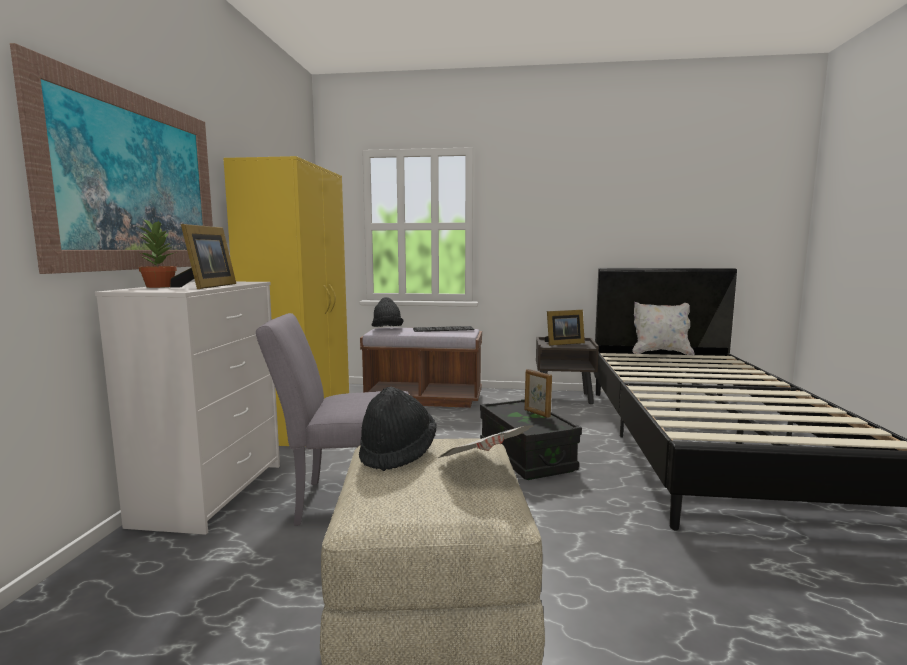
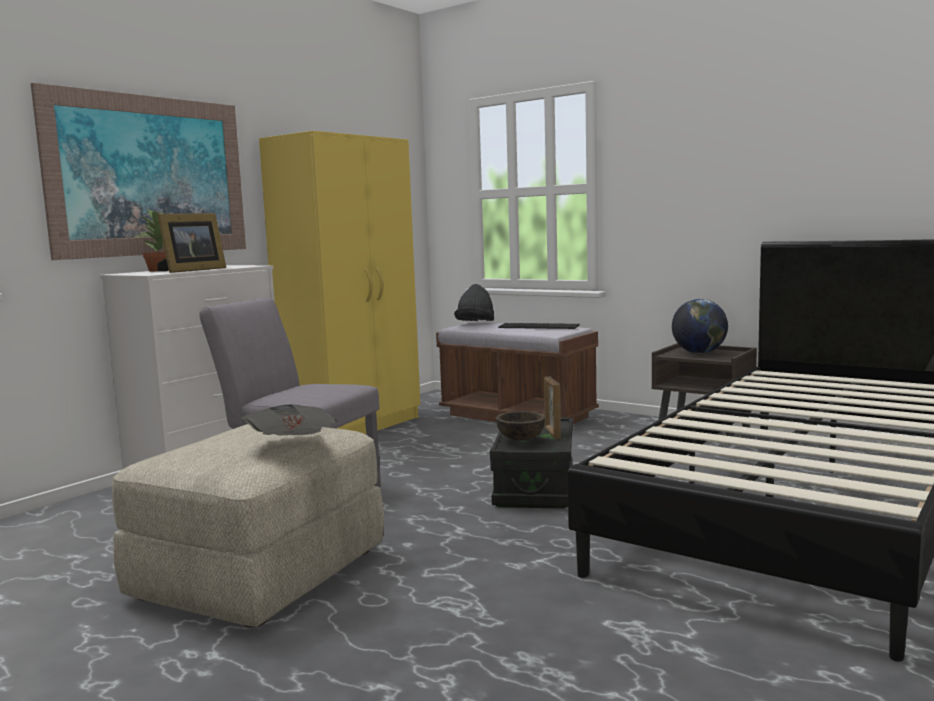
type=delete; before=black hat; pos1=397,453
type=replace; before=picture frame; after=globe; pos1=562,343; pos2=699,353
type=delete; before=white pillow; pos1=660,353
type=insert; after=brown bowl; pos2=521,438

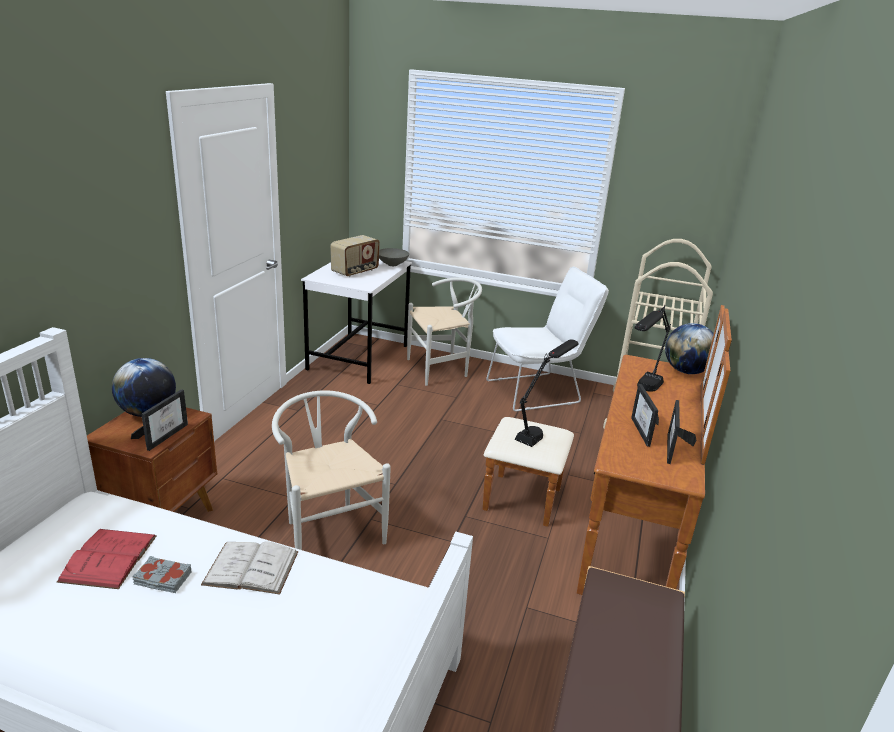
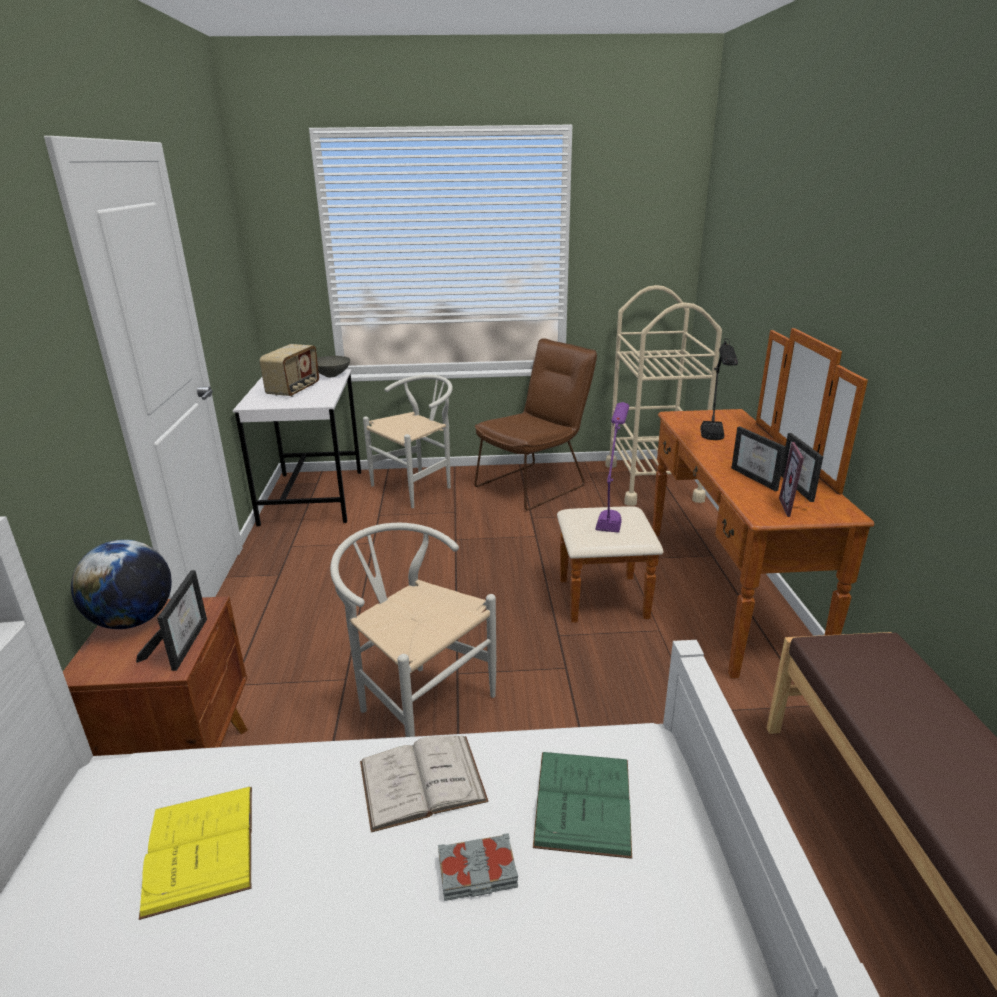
type=recolor; before=red book; after=yellow book; pos1=109,558; pos2=200,847
type=move; before=grey book; pos1=162,579; pos2=477,873
type=recolor; before=white chair; after=brown chair; pos1=538,391; pos2=535,484
type=recolor; before=black table lamp; after=purple table lamp; pos1=540,429; pos2=611,513
type=delete; before=globe; pos1=686,371
type=insert; after=green book; pos2=583,801
type=insert; after=picture frame; pos2=795,508

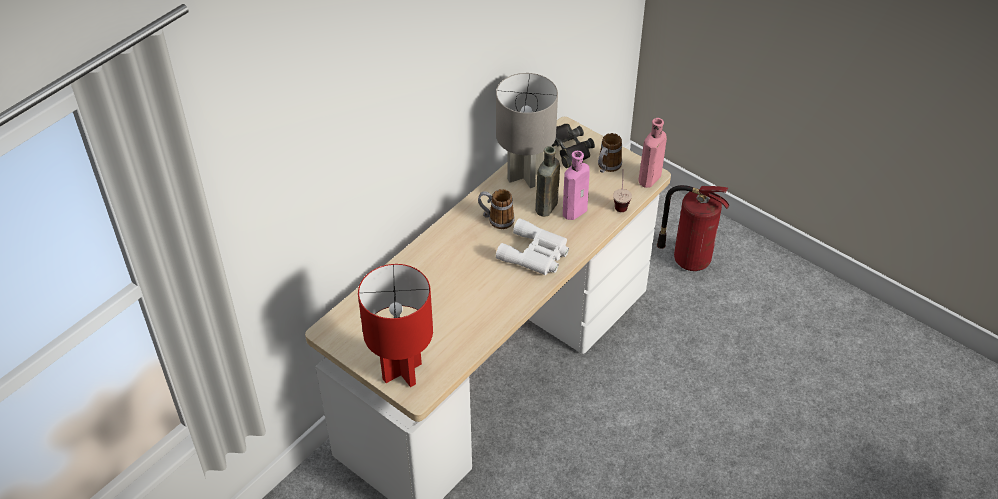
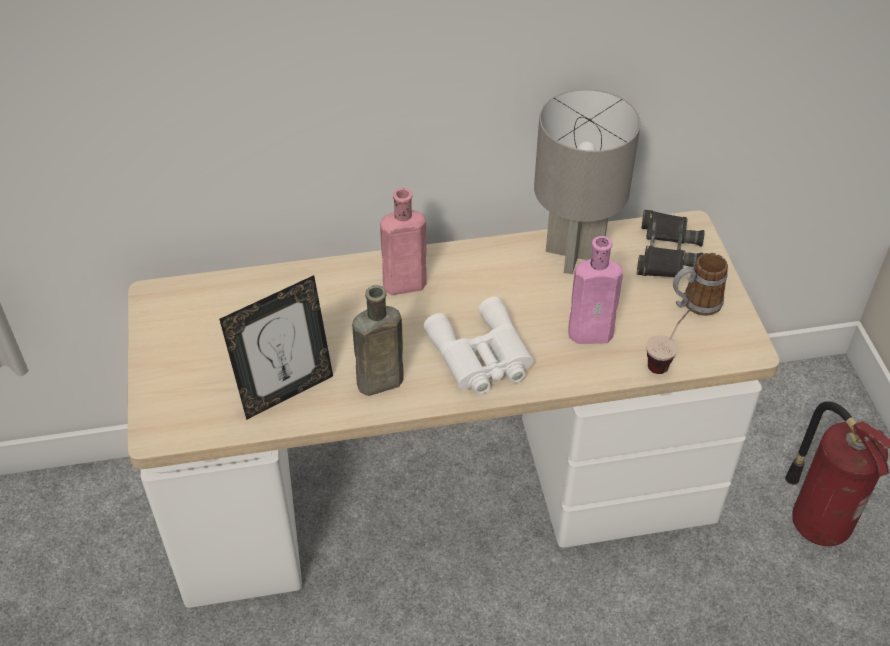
type=delete; before=red table lamp; pos1=403,371
type=delete; before=mug; pos1=496,219
type=move; before=brown bottle; pos1=545,208; pos2=377,383
type=move; before=pink bottle; pos1=648,180; pos2=401,285
type=insert; after=picture frame; pos2=286,392

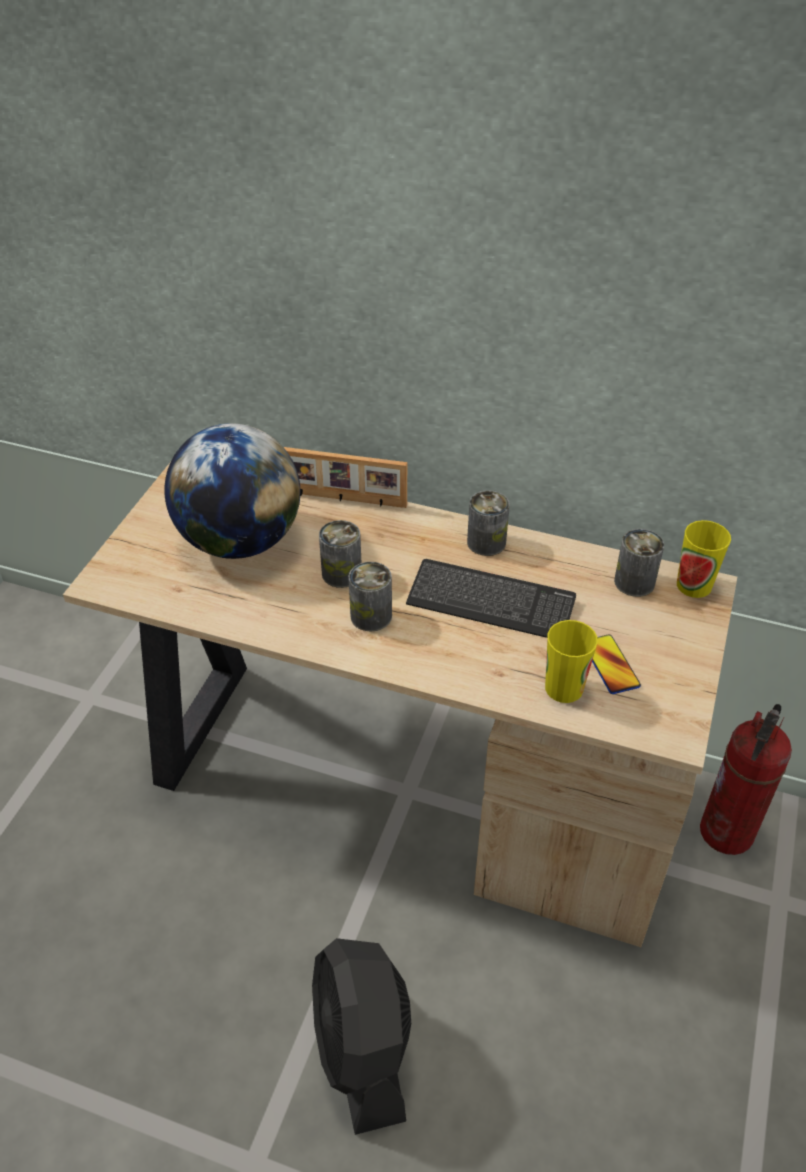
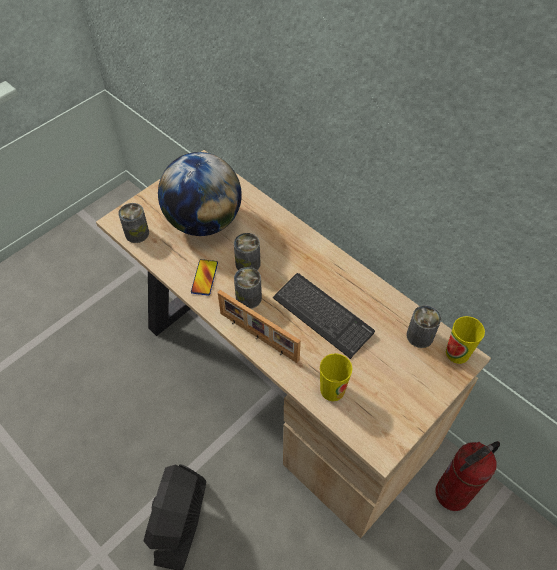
type=move; before=picture frame; pos1=341,499; pos2=258,337
type=move; before=can; pos1=486,542; pos2=137,233
type=move; before=phone; pos1=610,665; pos2=204,277

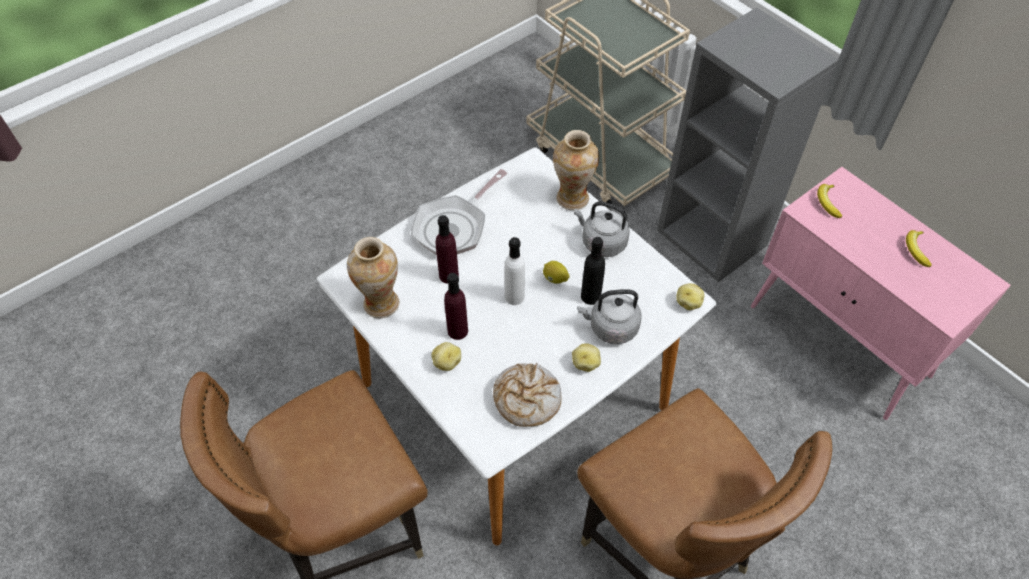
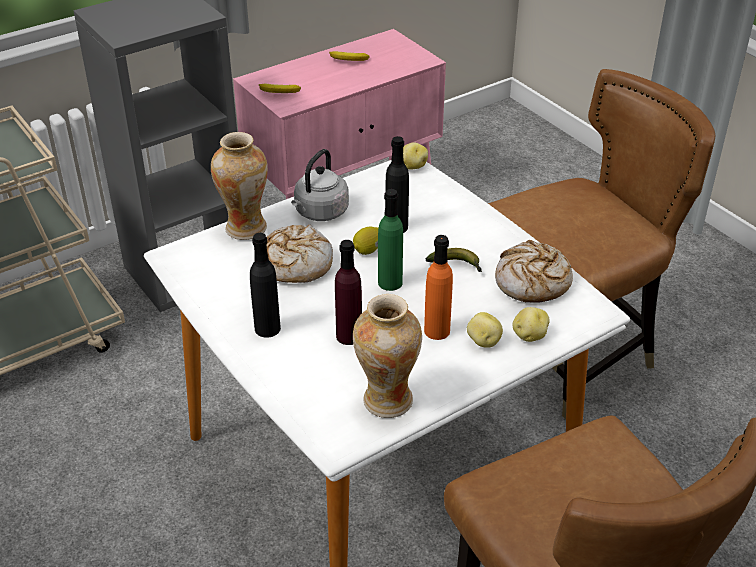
type=replace; before=frying pan; after=black bottle; pos1=454,227; pos2=267,328
type=recolor; before=purple bottle; after=orange bottle; pos1=457,331; pos2=437,331
type=recolor; before=white bottle; after=green bottle; pos1=514,296; pos2=390,282
type=move; before=potato; pos1=585,363; pos2=529,335
type=delete; before=grey kettle; pos1=610,328
type=insert; after=bread; pos2=295,263
type=insert; after=banana; pos2=457,265

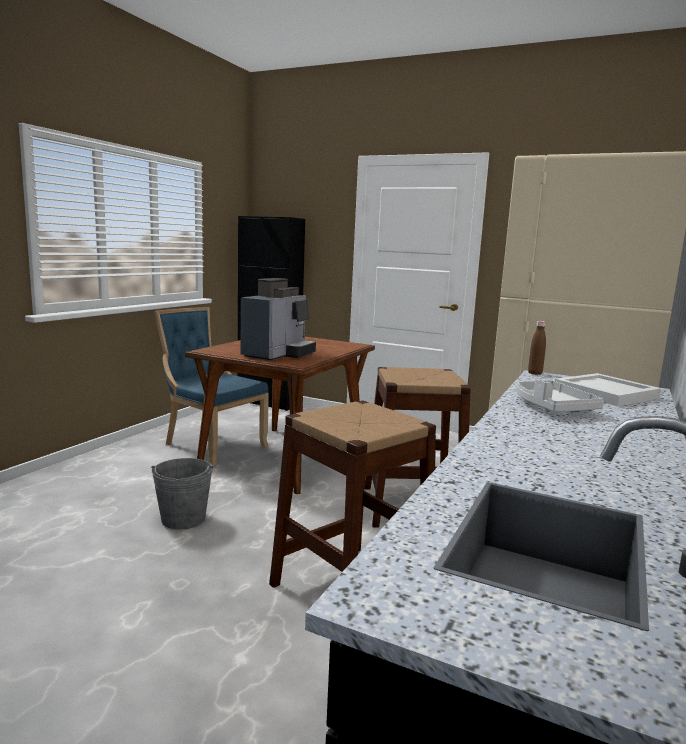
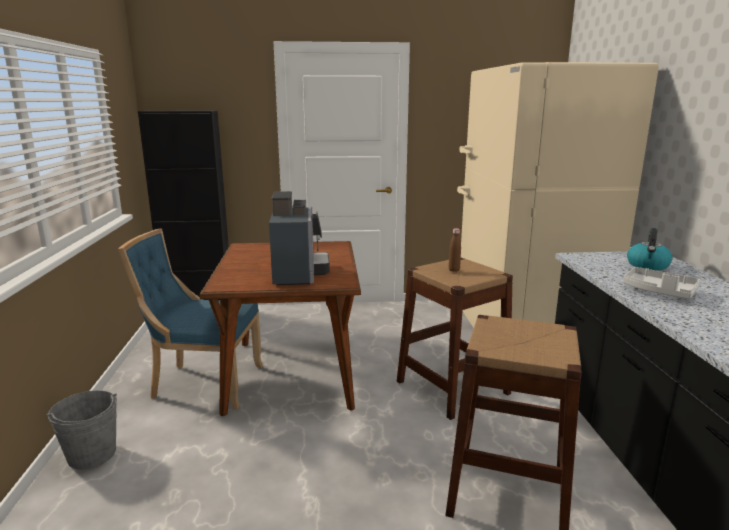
type=move; before=grey bucket; pos1=183,519; pos2=92,455
type=move; before=brown bottle; pos1=535,373; pos2=454,270
type=replace; before=white tray; after=kettle; pos1=607,393; pos2=648,266

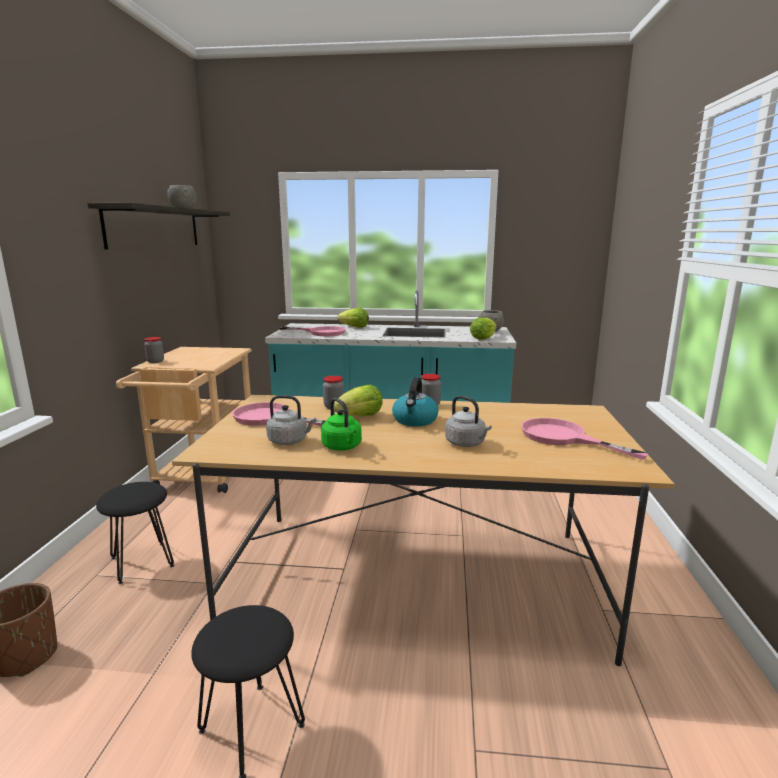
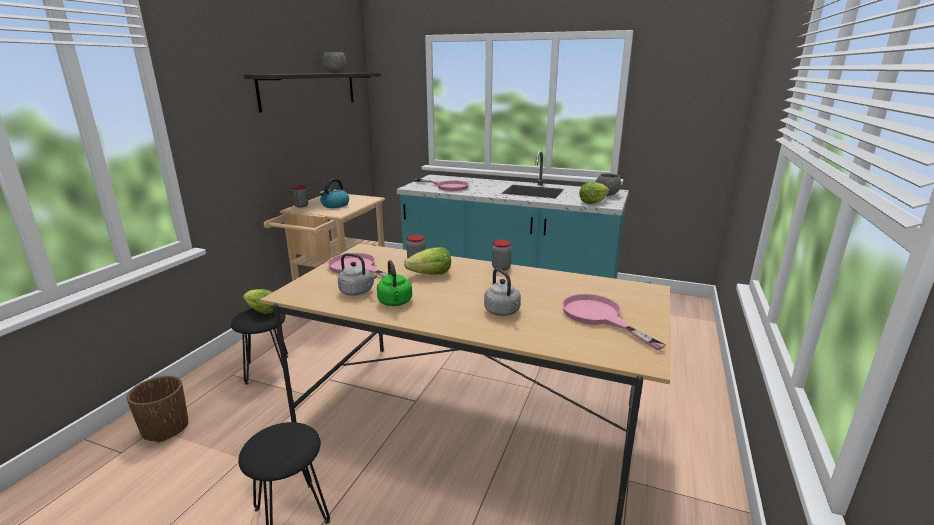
type=move; before=lettuce; pos1=354,327; pos2=262,311
type=move; before=kettle; pos1=415,420; pos2=335,205

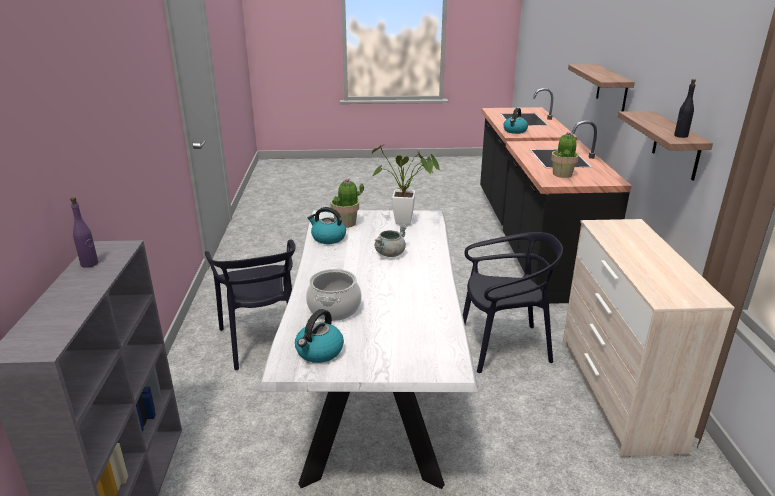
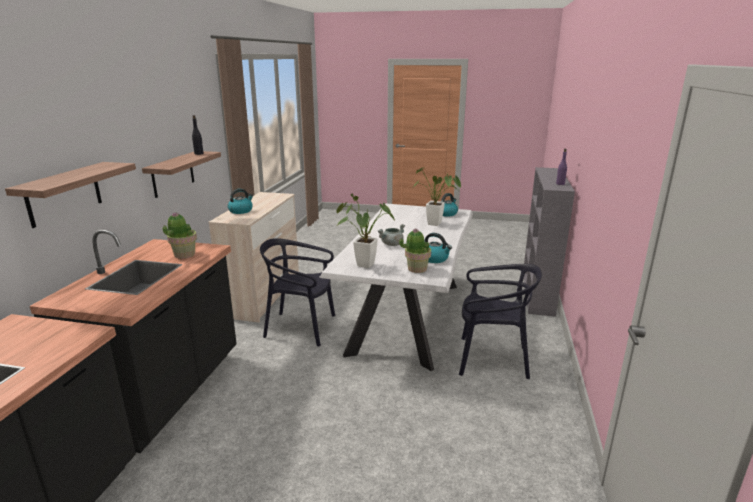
type=rotate; before=black chair; pos1=262,341; pos2=491,359; turn=105
type=replace; before=cooking pot; after=potted plant; pos1=334,309; pos2=437,224
type=move; before=kettle; pos1=515,131; pos2=241,211

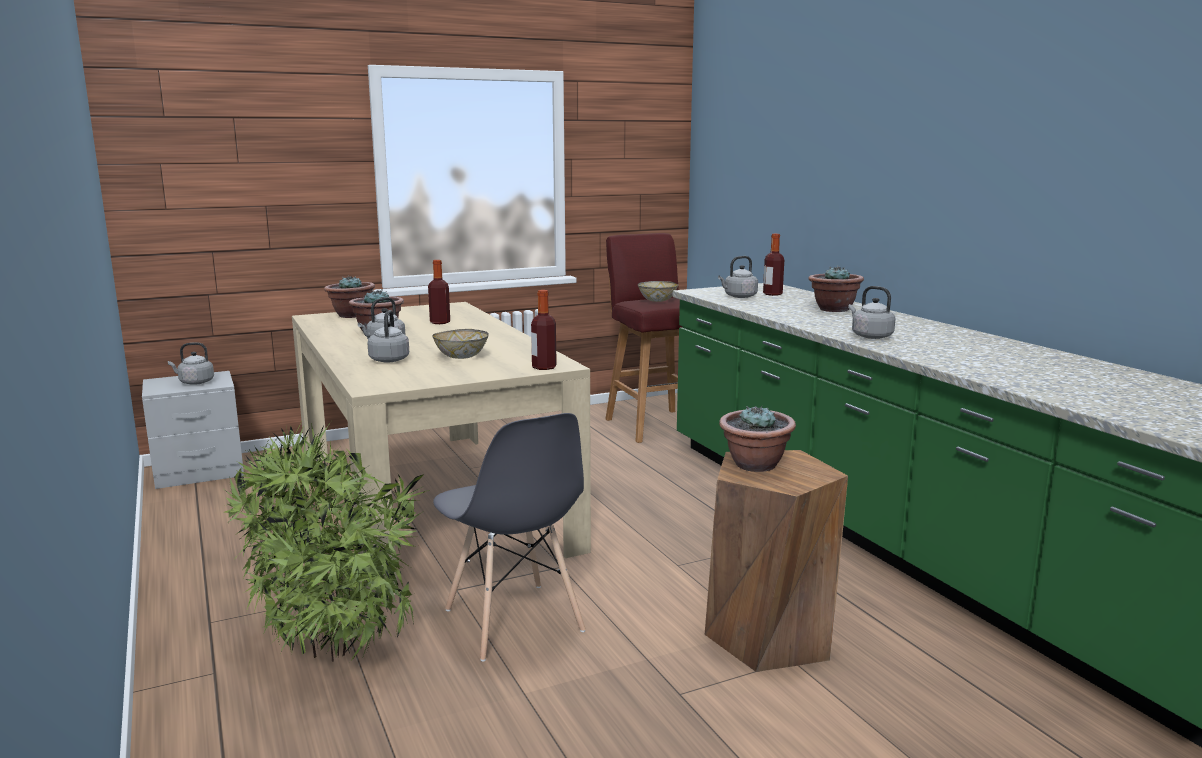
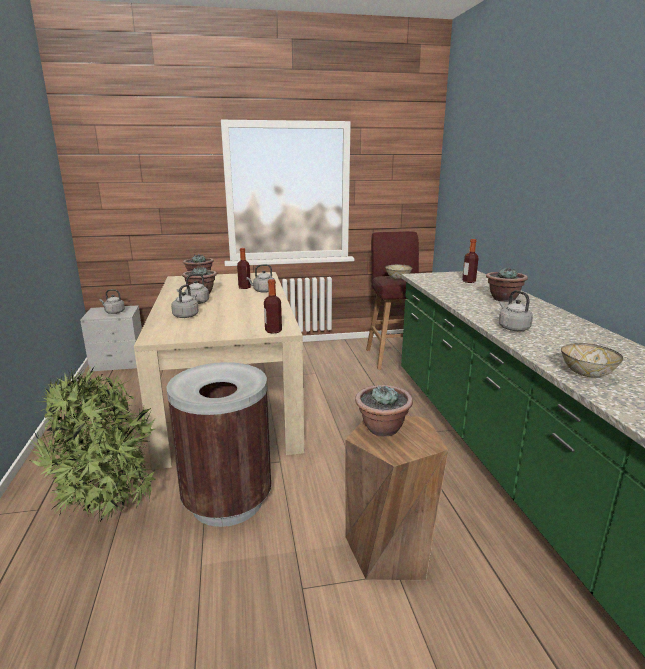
type=move; before=bowl; pos1=462,357; pos2=587,373
type=replace; before=grey chair; after=brown trash can; pos1=513,621; pos2=227,501
type=move; before=grey kettle; pos1=739,296; pos2=263,291

